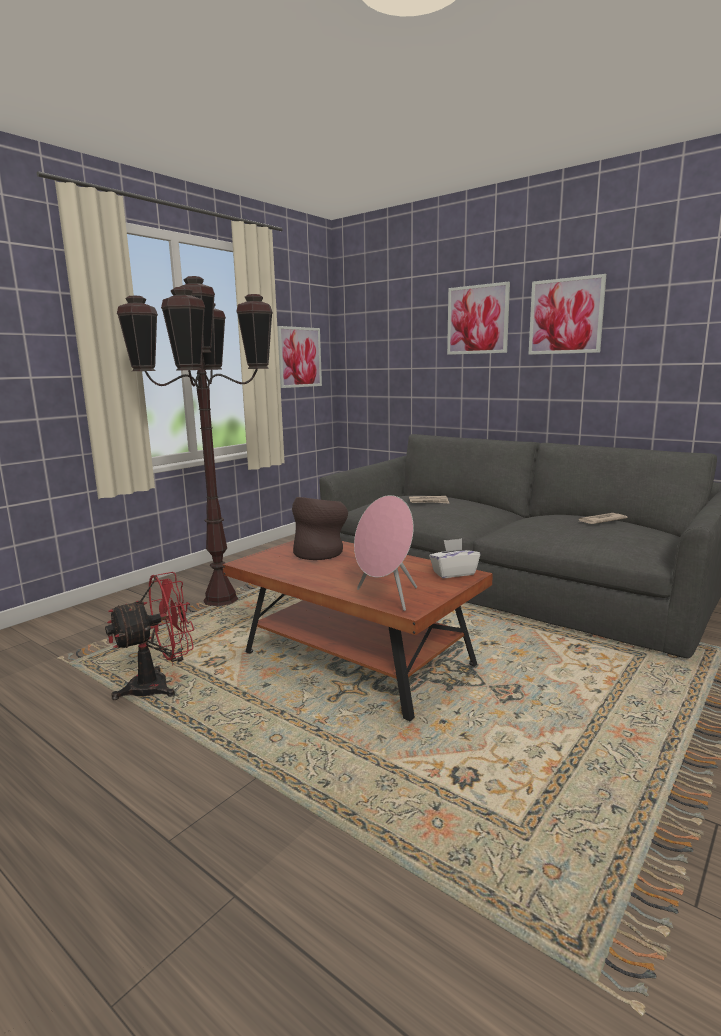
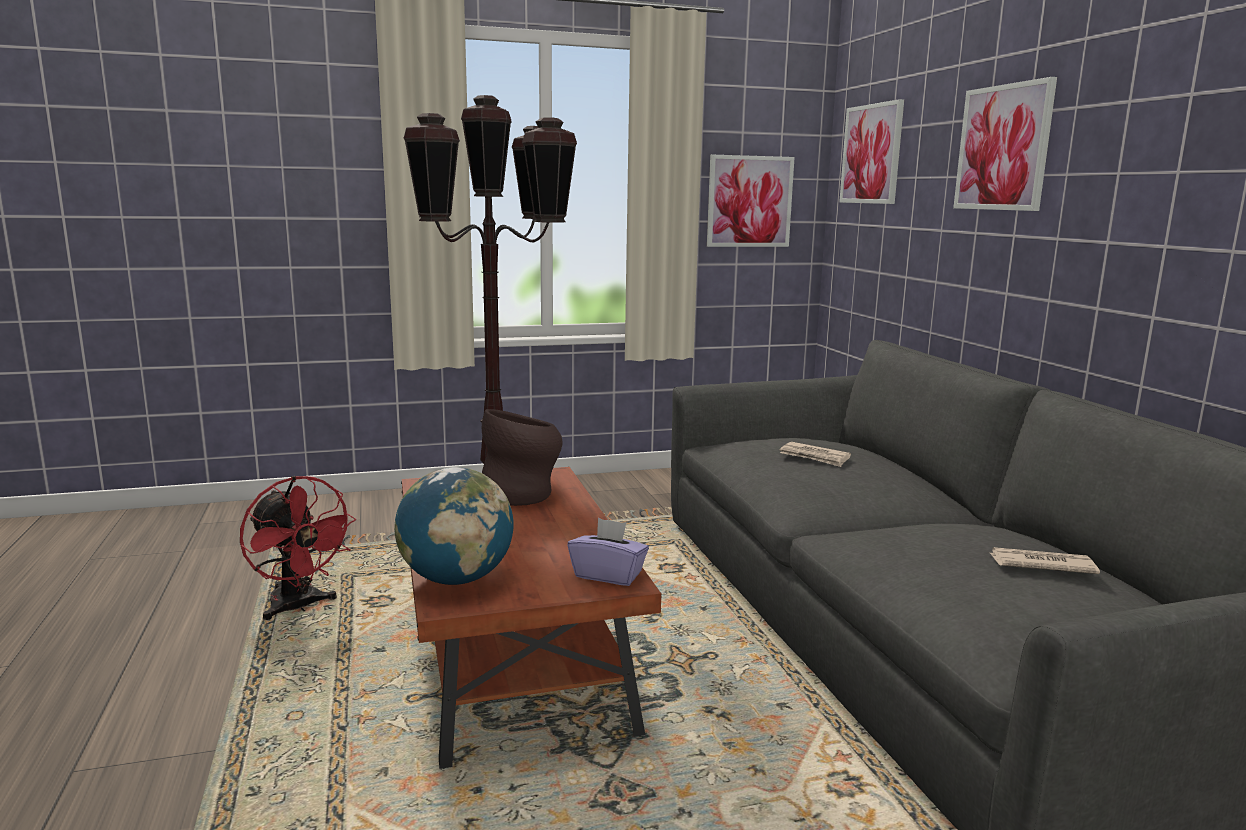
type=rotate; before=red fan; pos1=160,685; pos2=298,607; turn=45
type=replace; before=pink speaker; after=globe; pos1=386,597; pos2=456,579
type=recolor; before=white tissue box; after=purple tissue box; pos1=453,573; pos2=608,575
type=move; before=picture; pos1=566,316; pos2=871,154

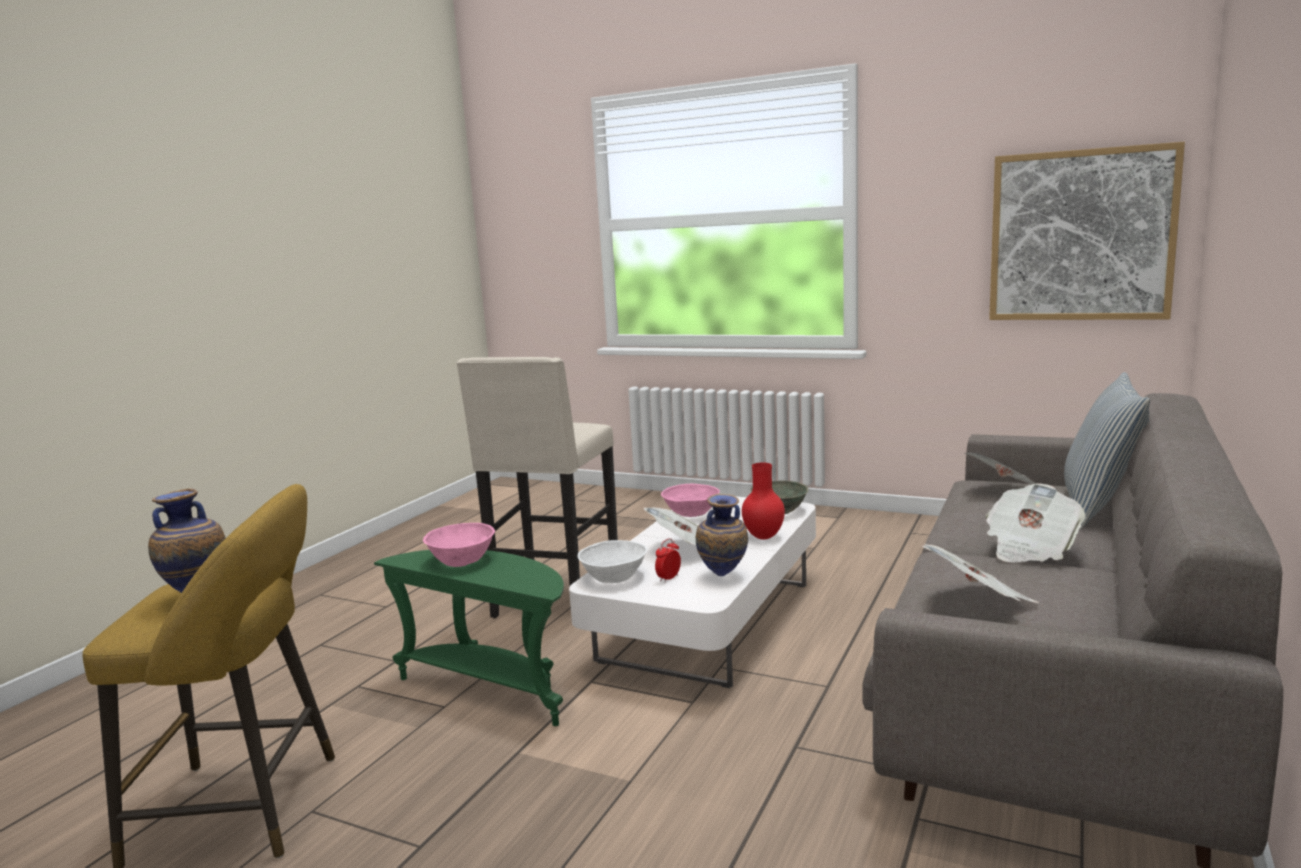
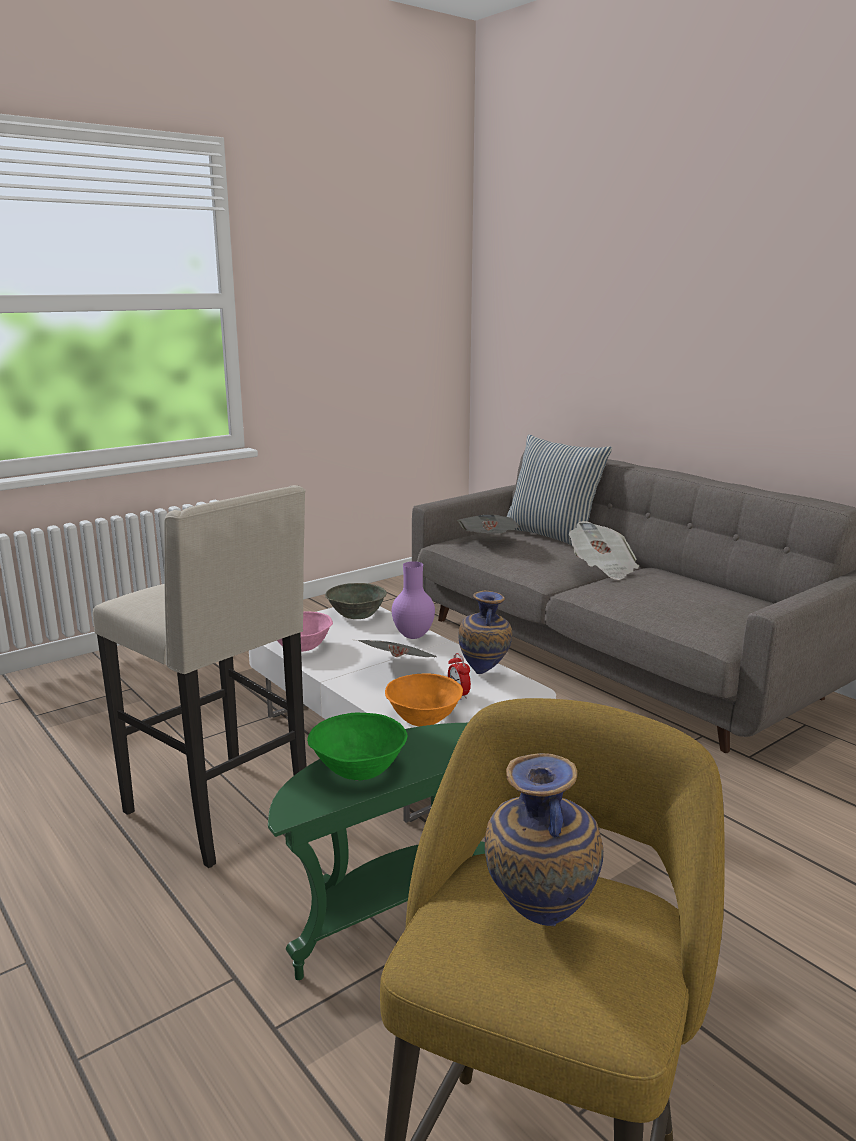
type=recolor; before=pink bowl; after=green bowl; pos1=460,560; pos2=358,769
type=recolor; before=white bowl; after=orange bowl; pos1=613,577; pos2=422,717
type=recolor; before=red vase; after=purple vase; pos1=764,537; pos2=414,636
type=delete; before=newspaper; pos1=978,601
type=delete; before=picture; pos1=1081,236

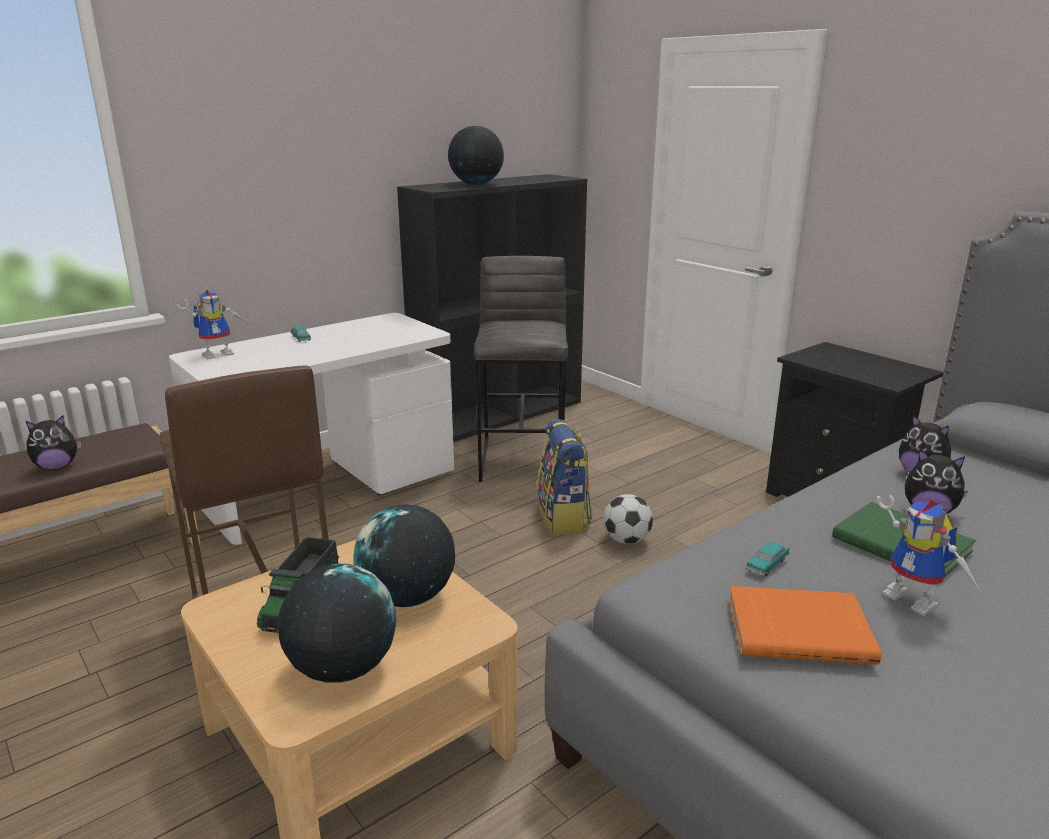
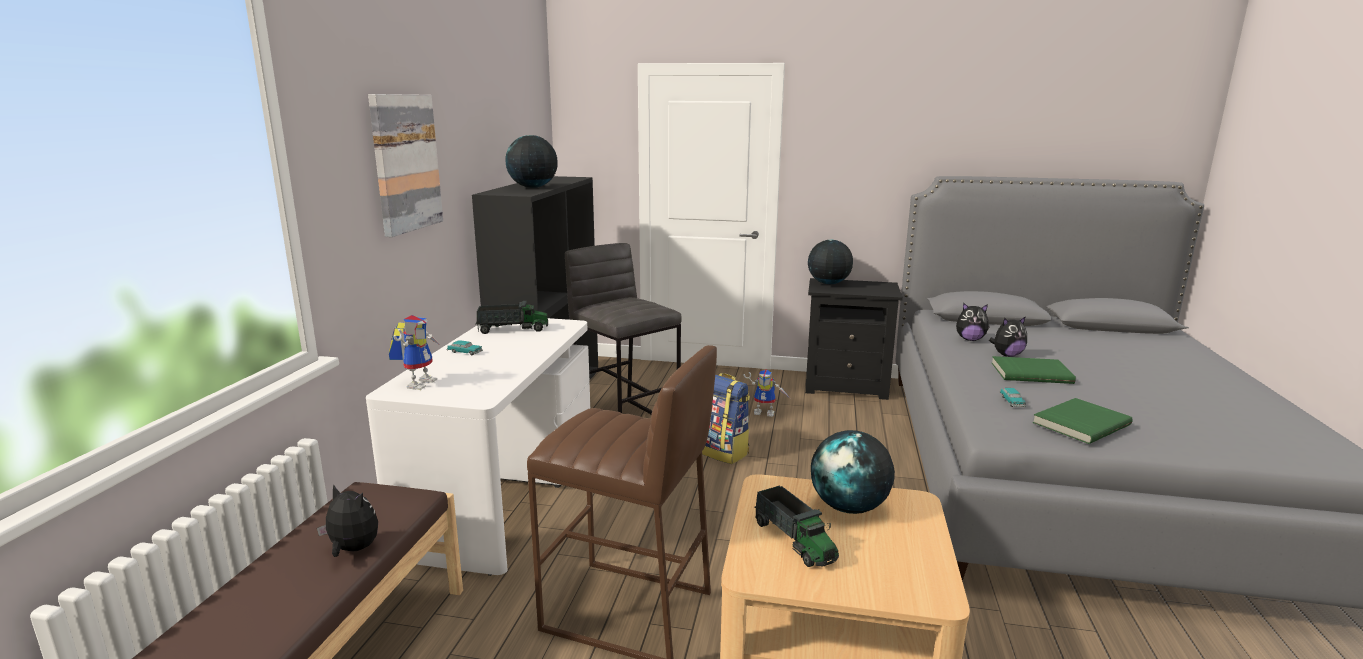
type=rotate; before=plush toy; pos1=57,466; pos2=352,550; turn=-90
type=move; before=globe; pos1=342,668; pos2=828,283
type=delete; before=football; pos1=626,540
type=recolor; before=orange book; after=green book; pos1=798,628; pos2=1079,423
type=move; before=toy robot; pos1=917,600; pos2=766,412
type=insert; after=picture; pos2=405,163
type=insert; after=toy truck; pos2=512,329

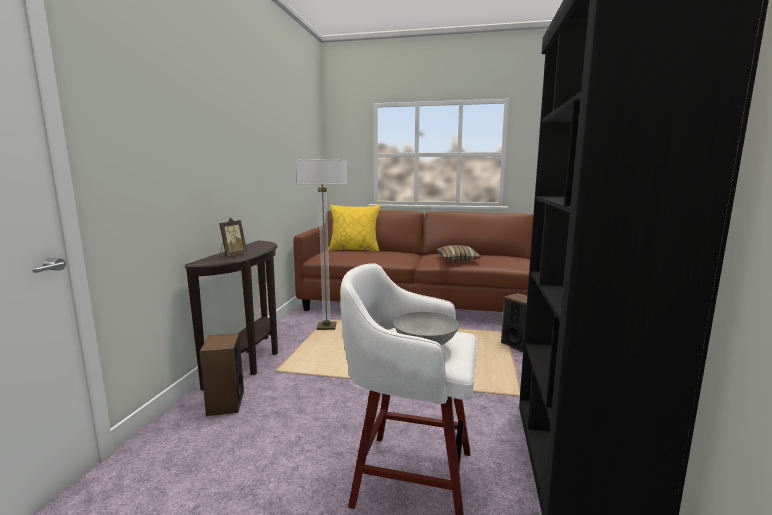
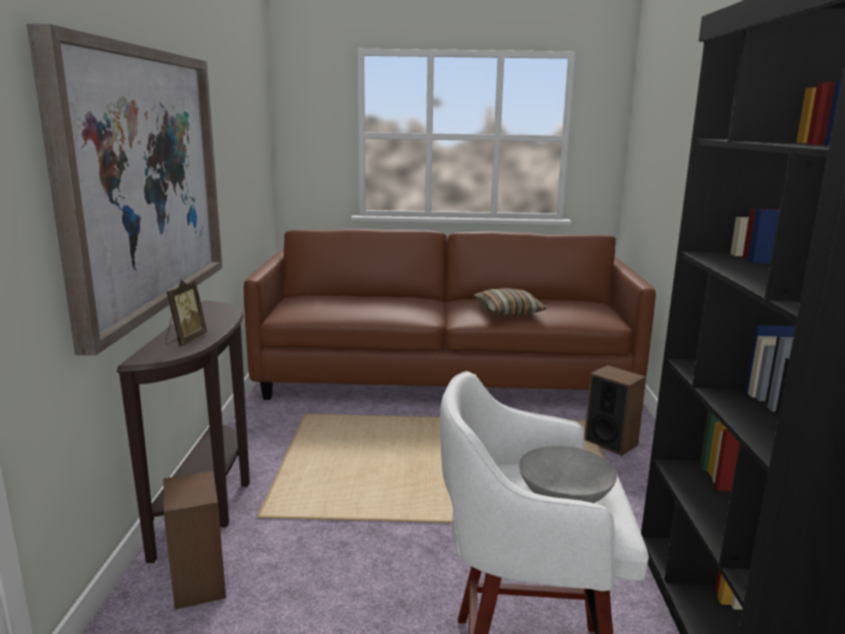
type=delete; before=floor lamp; pos1=326,327
type=delete; before=yellow pillow; pos1=354,250
type=insert; after=picture; pos2=144,181

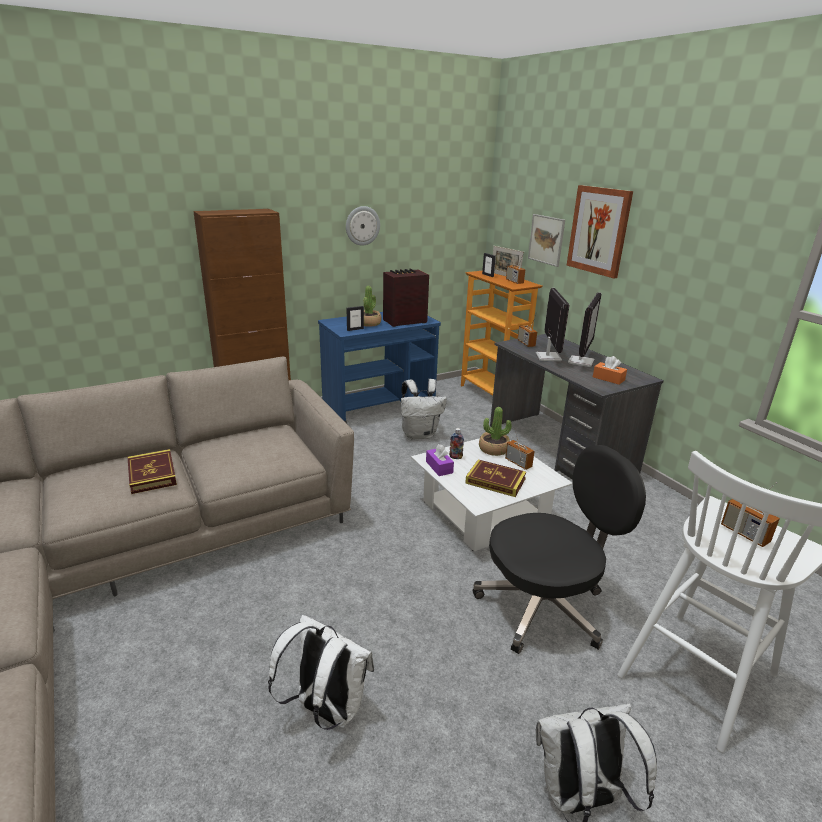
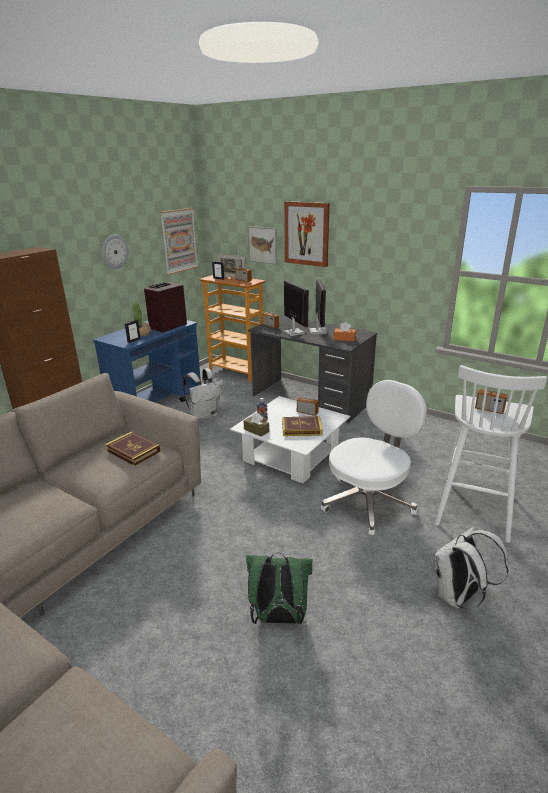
type=move; before=book; pos1=152,474; pos2=133,451
type=recolor; before=white backpack; after=green backpack; pos1=325,709; pos2=279,618
type=recolor; before=purple tissue box; after=brown tissue box; pos1=439,467; pos2=256,430
type=recolor; before=black office chair; after=white office chair; pos1=544,606; pos2=369,502
type=delete; before=potted plant; pos1=493,449
type=insert; after=picture; pos2=179,241

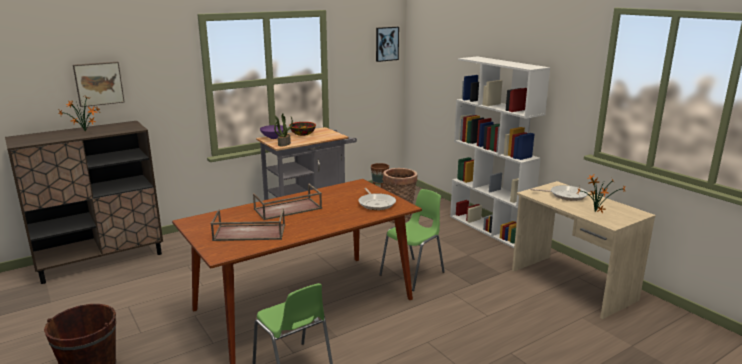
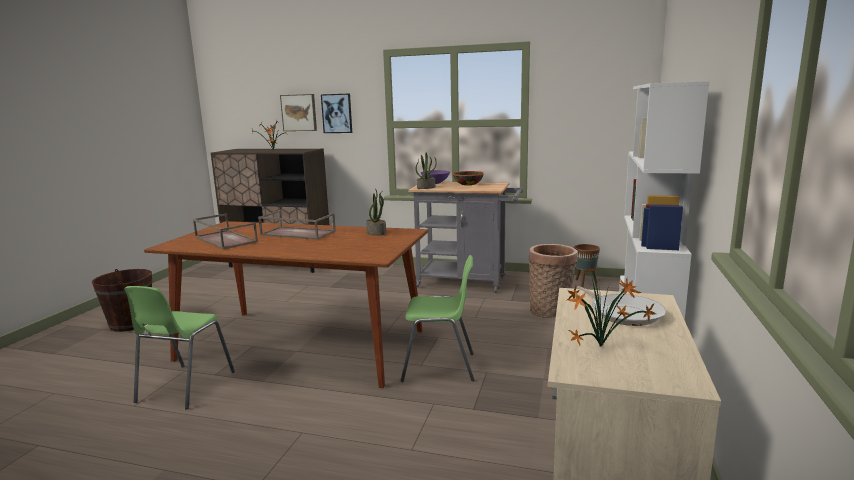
type=delete; before=frying pan; pos1=376,203
type=move; before=picture; pos1=386,44; pos2=337,113
type=insert; after=potted plant; pos2=376,233

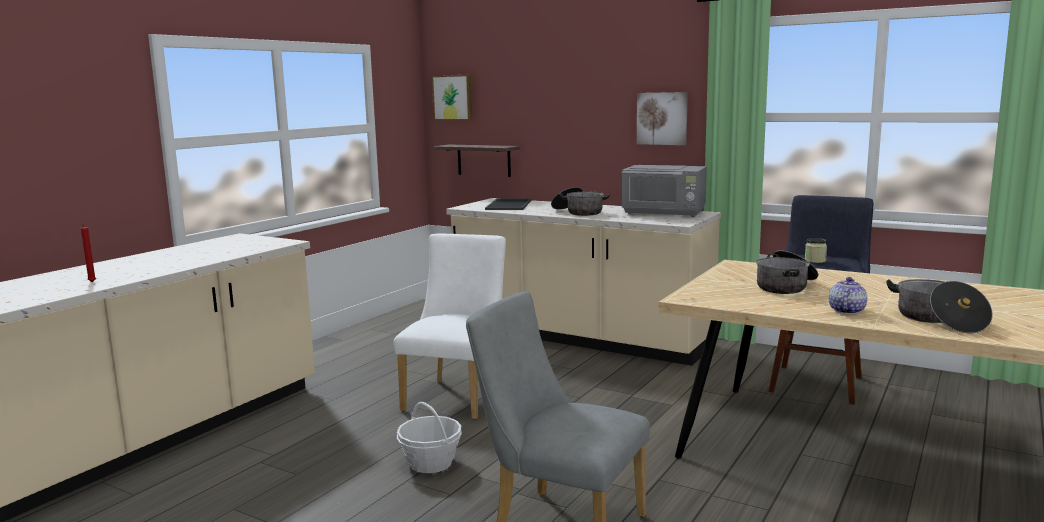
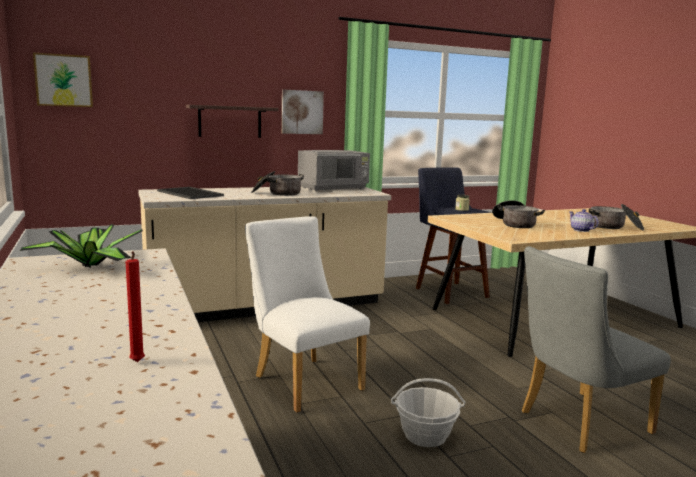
type=move; before=shelf; pos1=484,160; pos2=230,121
type=insert; after=potted plant; pos2=87,266

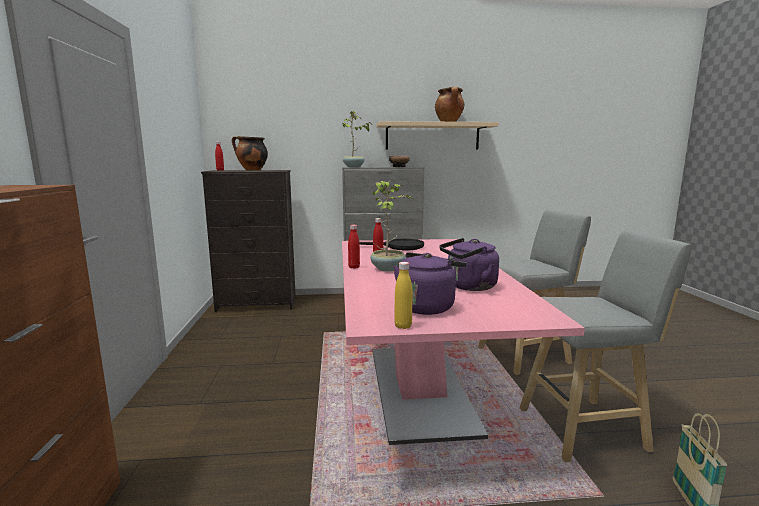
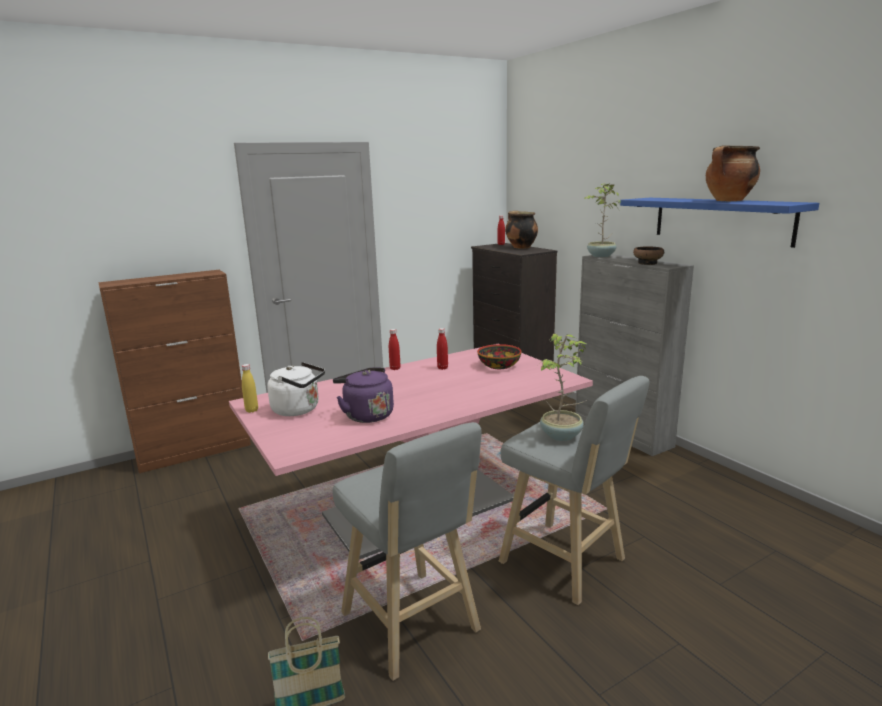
type=replace; before=black frying pan; after=bowl; pos1=399,247; pos2=499,366
type=move; before=potted plant; pos1=388,268; pos2=562,436
type=recolor; before=beige shelf; after=blue shelf; pos1=432,136; pos2=721,220
type=recolor; before=purple kettle; after=white kettle; pos1=427,306; pos2=299,410

